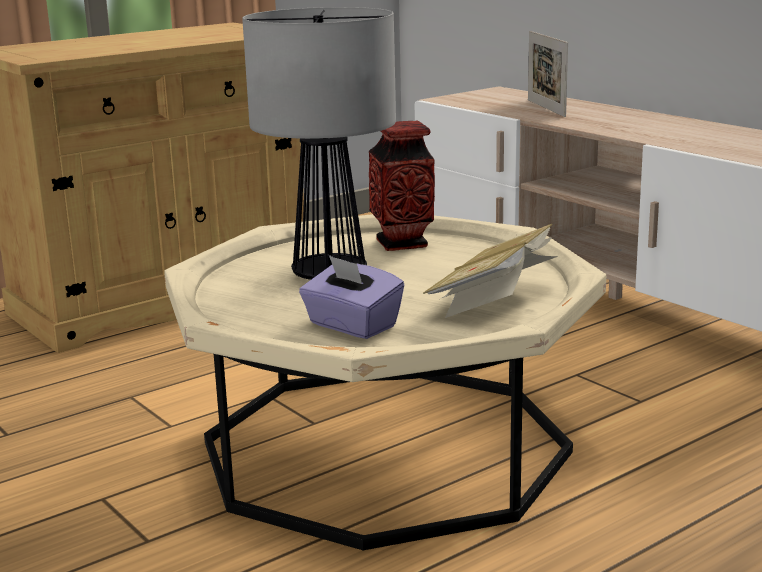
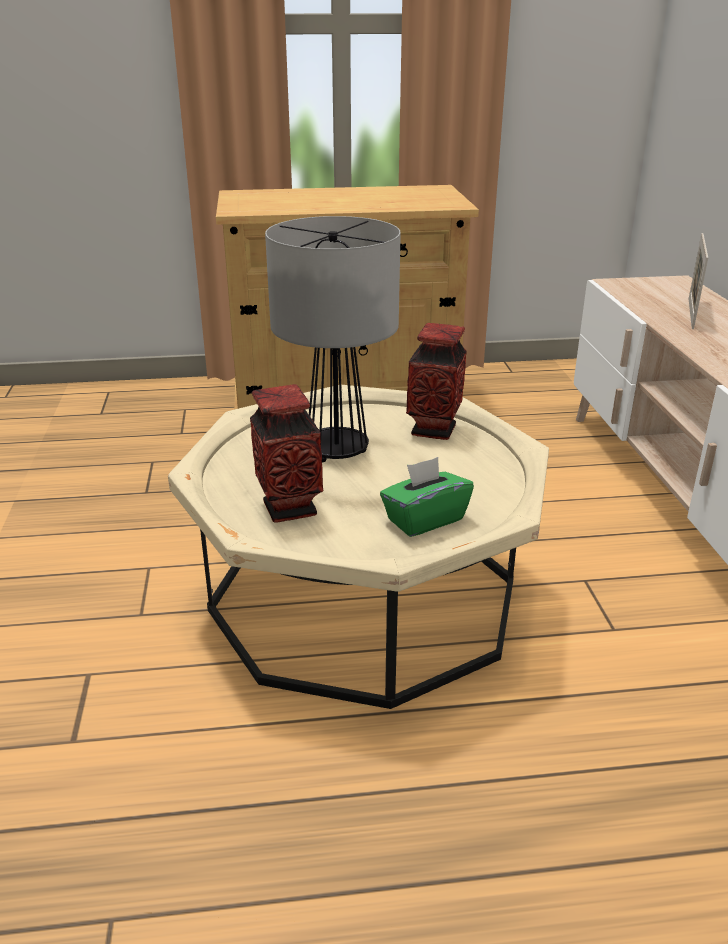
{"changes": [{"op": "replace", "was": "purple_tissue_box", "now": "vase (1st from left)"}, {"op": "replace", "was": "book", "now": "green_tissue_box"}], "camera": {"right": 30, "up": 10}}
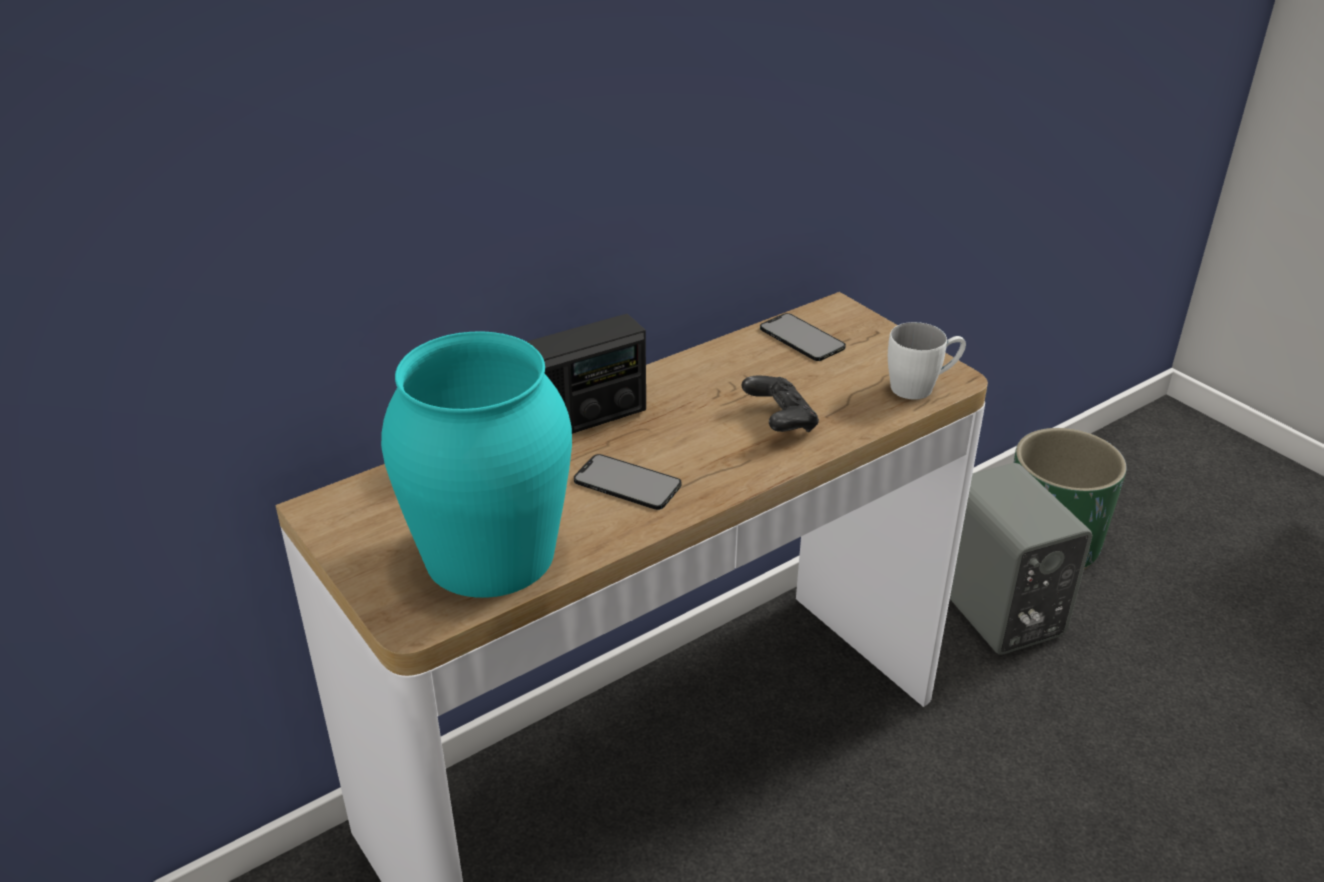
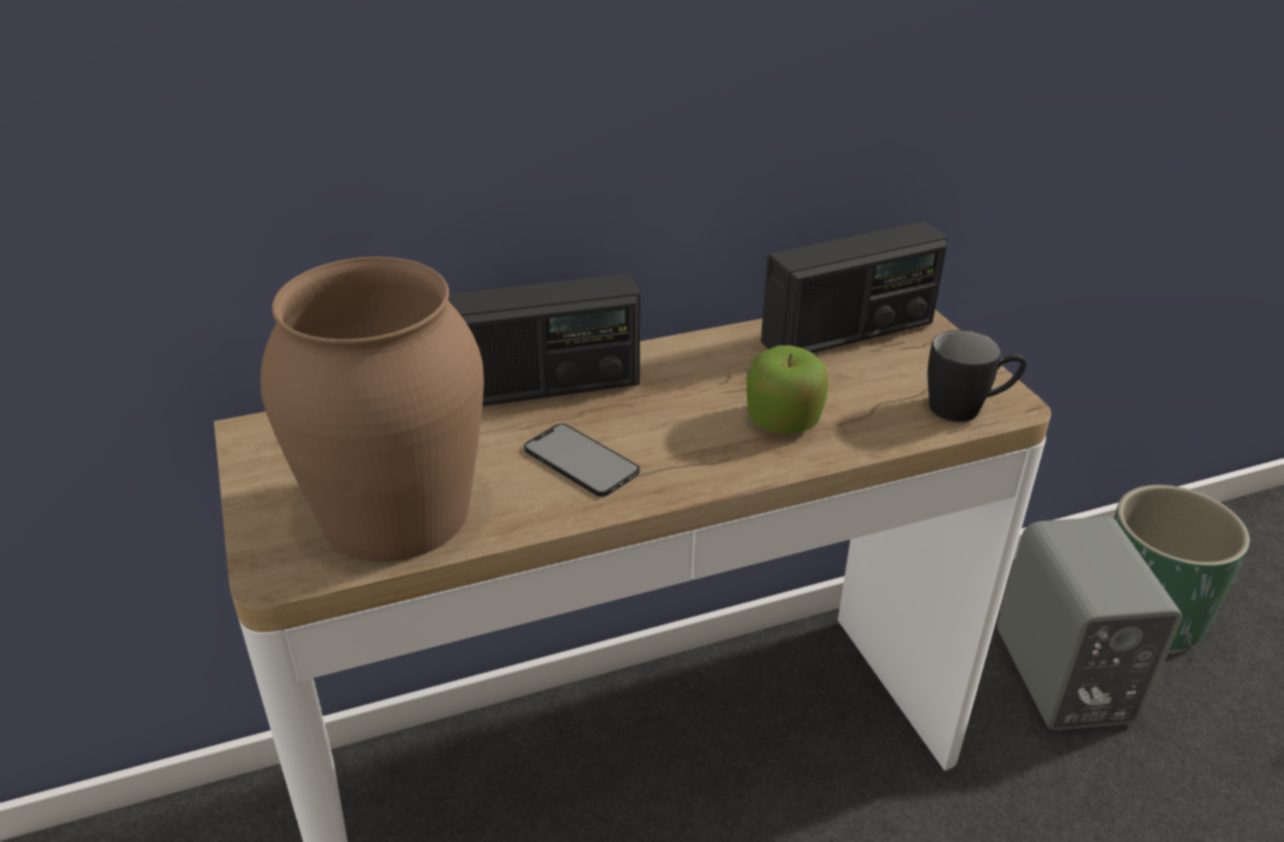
{"changes": [{"op": "recolor", "was": "turquoise_vase", "now": "brown_vase"}, {"op": "replace", "was": "black_game_controller", "now": "apple"}, {"op": "replace", "was": "phone (2nd from left)", "now": "radio (2nd from left)"}, {"op": "recolor", "was": "white_mug", "now": "black_mug"}], "camera": {"right": 15, "up": 0}}
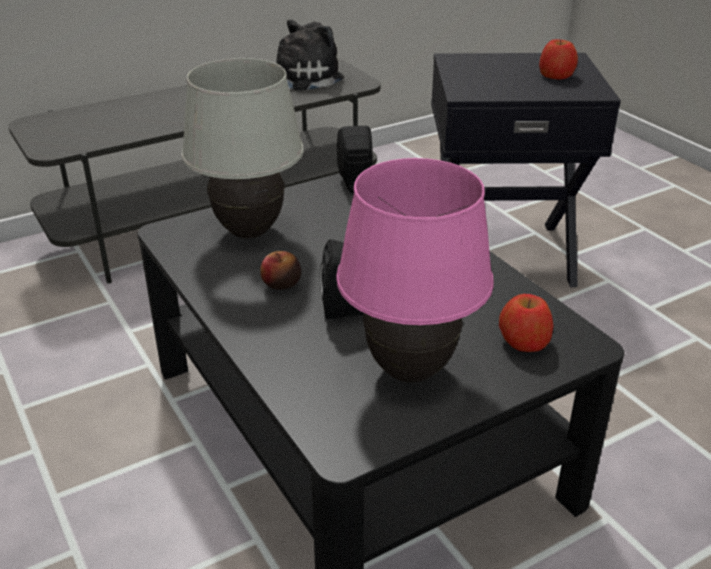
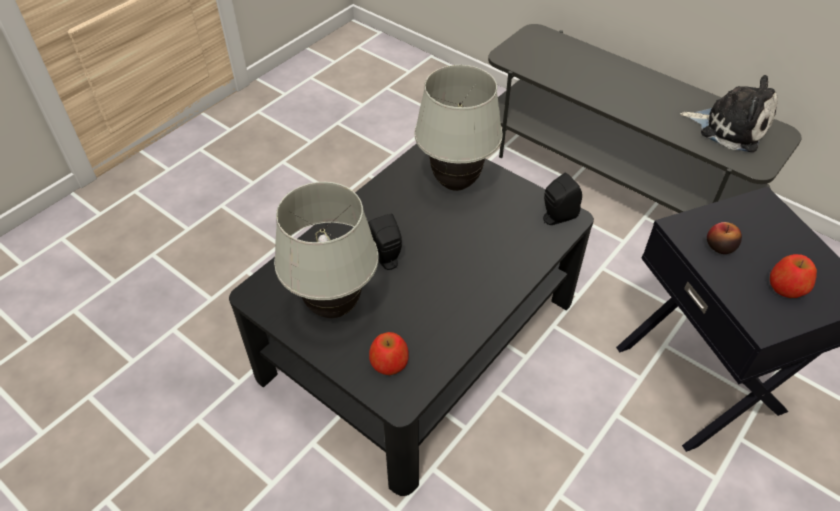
{"changes": [{"op": "recolor", "was": "pink_table_lamp", "now": "white_table_lamp (1st from left)"}, {"op": "move", "was": "apple (1st from left in the first image)", "now": "apple (2nd from left)"}], "camera": {"right": 70, "up": 15}}
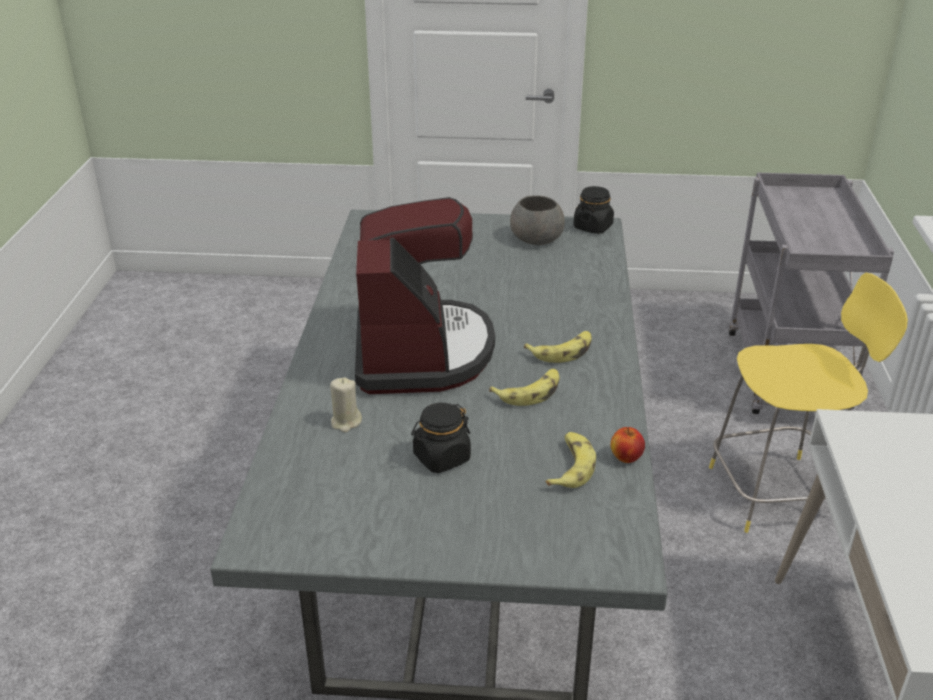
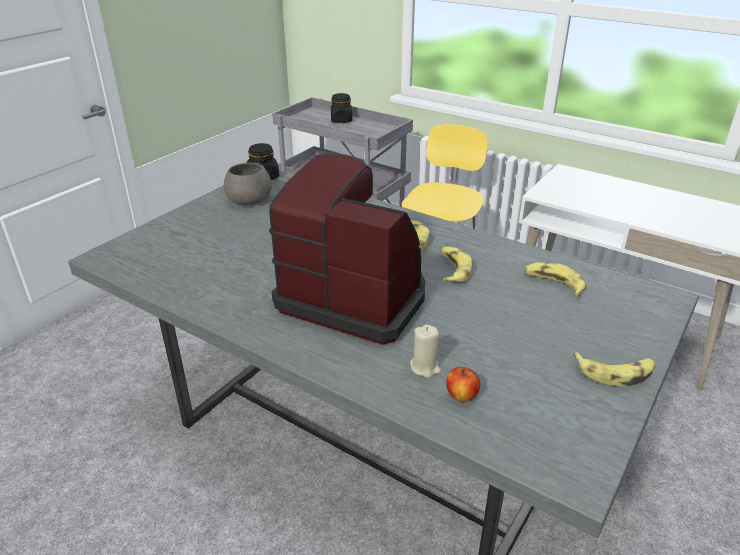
{"changes": [{"op": "move", "was": "black_jar (1st from left in the first image)", "now": "black_jar (2nd from left)"}, {"op": "move", "was": "apple"}, {"op": "insert", "now": "banana (4th from left)"}], "camera": {"right": -60, "up": 0}}
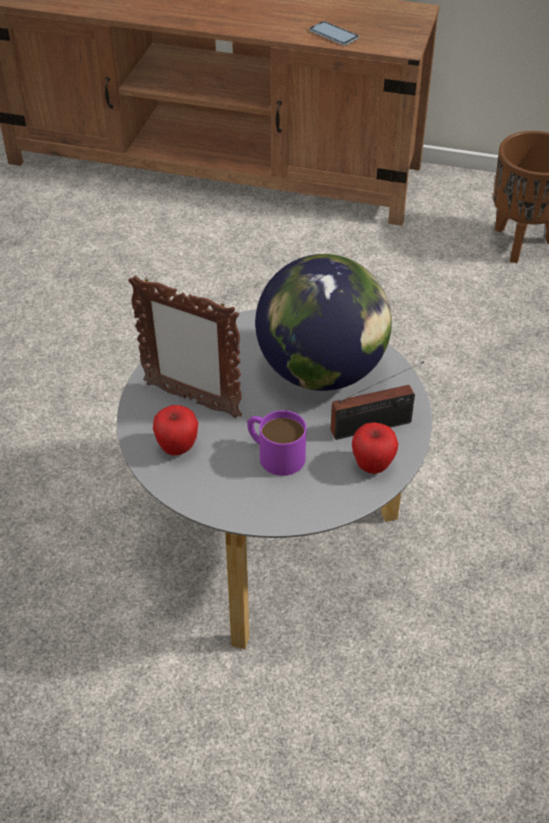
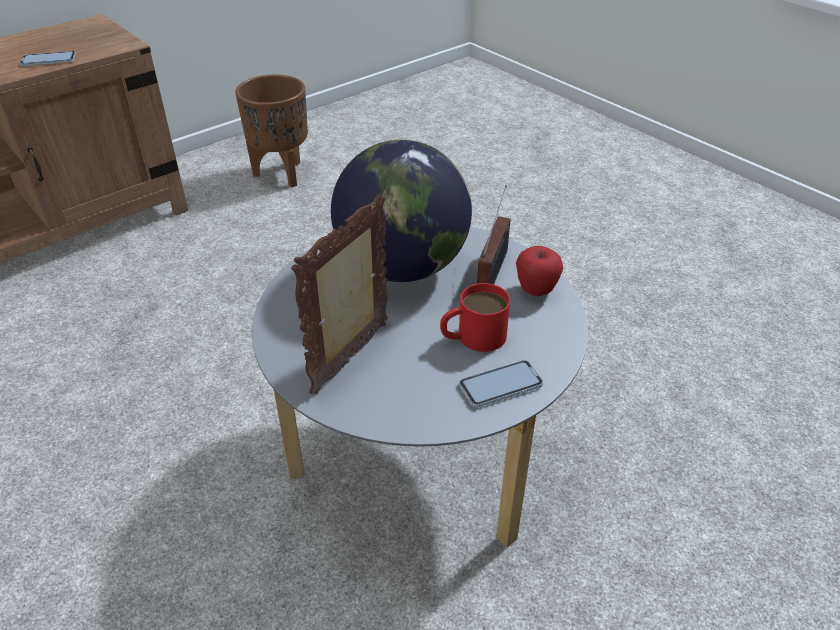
{"changes": [{"op": "rotate", "was": "picture_frame", "clockwise": 150}, {"op": "recolor", "was": "purple_mug", "now": "red_mug"}, {"op": "insert", "now": "phone (2nd from left)"}, {"op": "delete", "was": "apple (1st from left)"}], "camera": {"right": -55, "up": -5}}
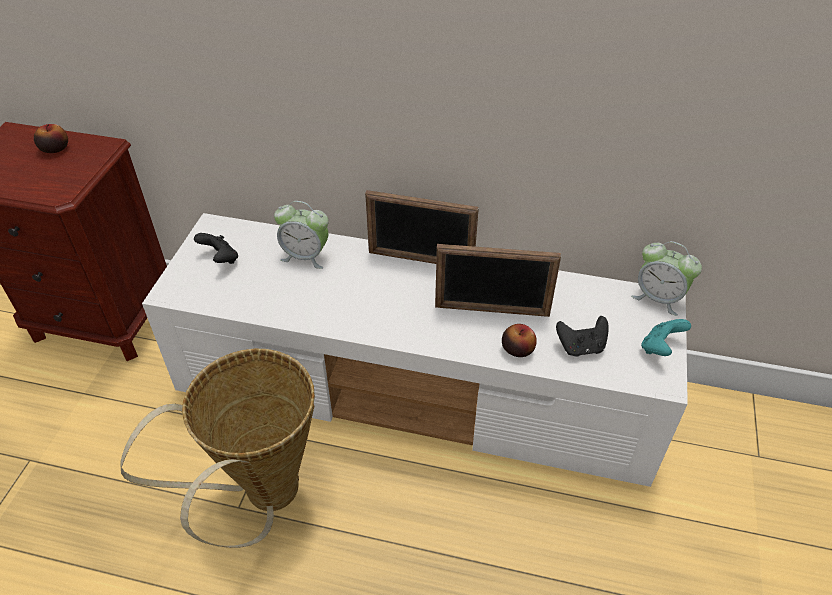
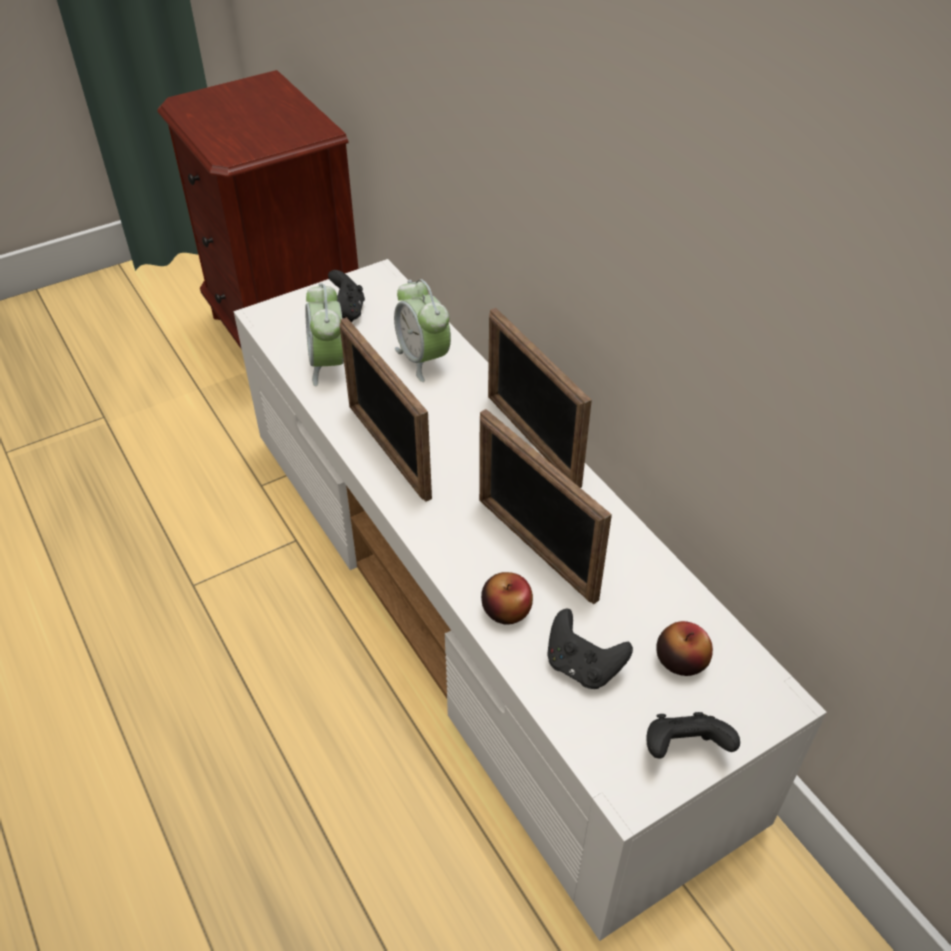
{"changes": [{"op": "move", "was": "alarm_clock (2nd from left in the first image)", "now": "alarm_clock (1st from left)"}, {"op": "insert", "now": "picture_frame (1st from left)"}, {"op": "recolor", "was": "turquoise_game_controller", "now": "black_game_controller (3rd from left)"}, {"op": "move", "was": "apple (1st from left in the first image)", "now": "apple (2nd from left)"}, {"op": "delete", "was": "basket"}], "camera": {"right": 45, "up": 0}}
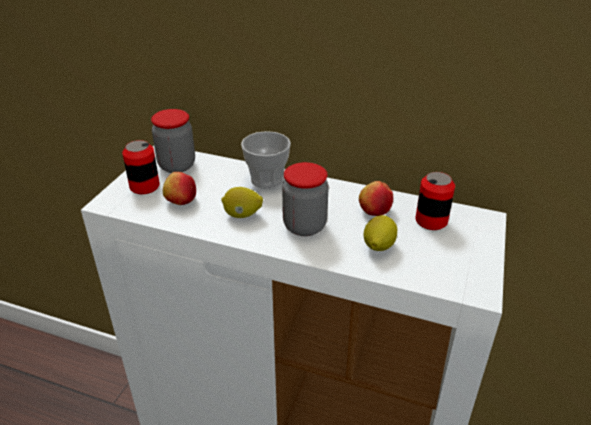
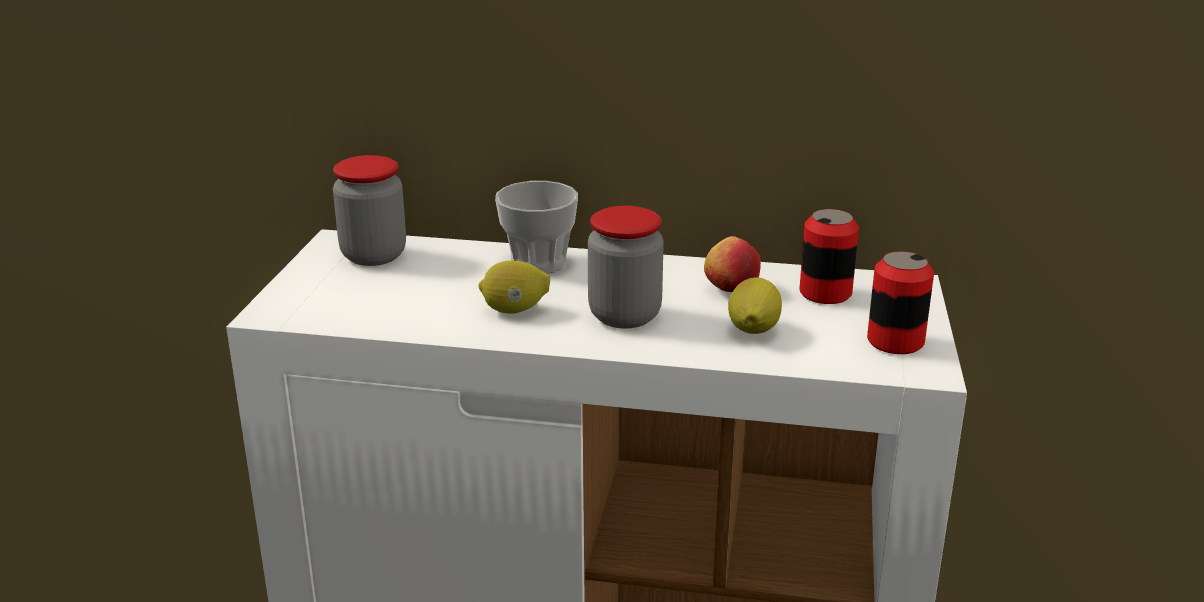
{"changes": [{"op": "move", "was": "can (1st from left in the first image)", "now": "can (2nd from left)"}, {"op": "delete", "was": "apple (1st from left)"}], "camera": {"right": -10, "up": -10}}
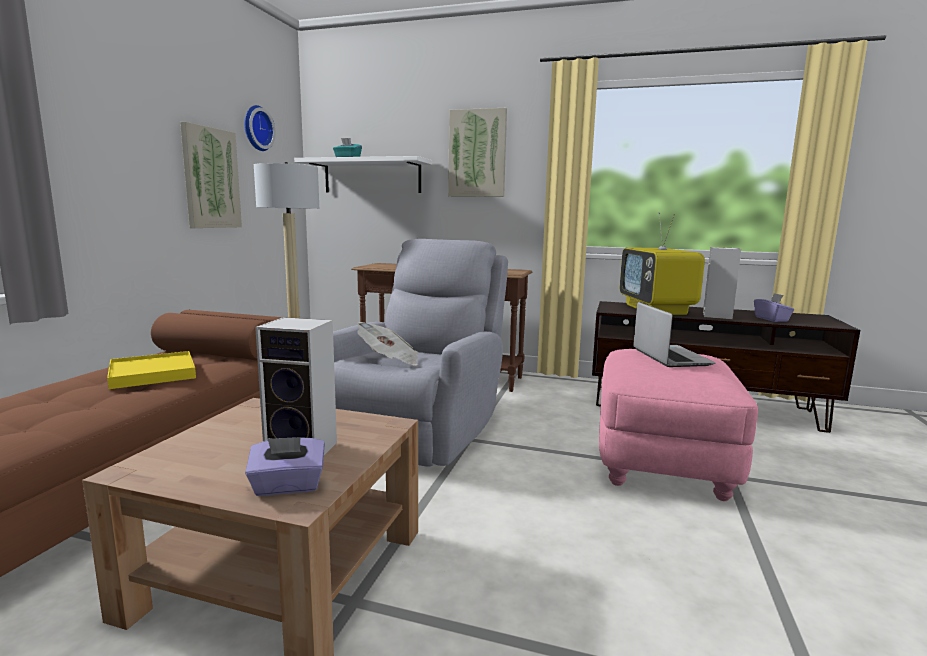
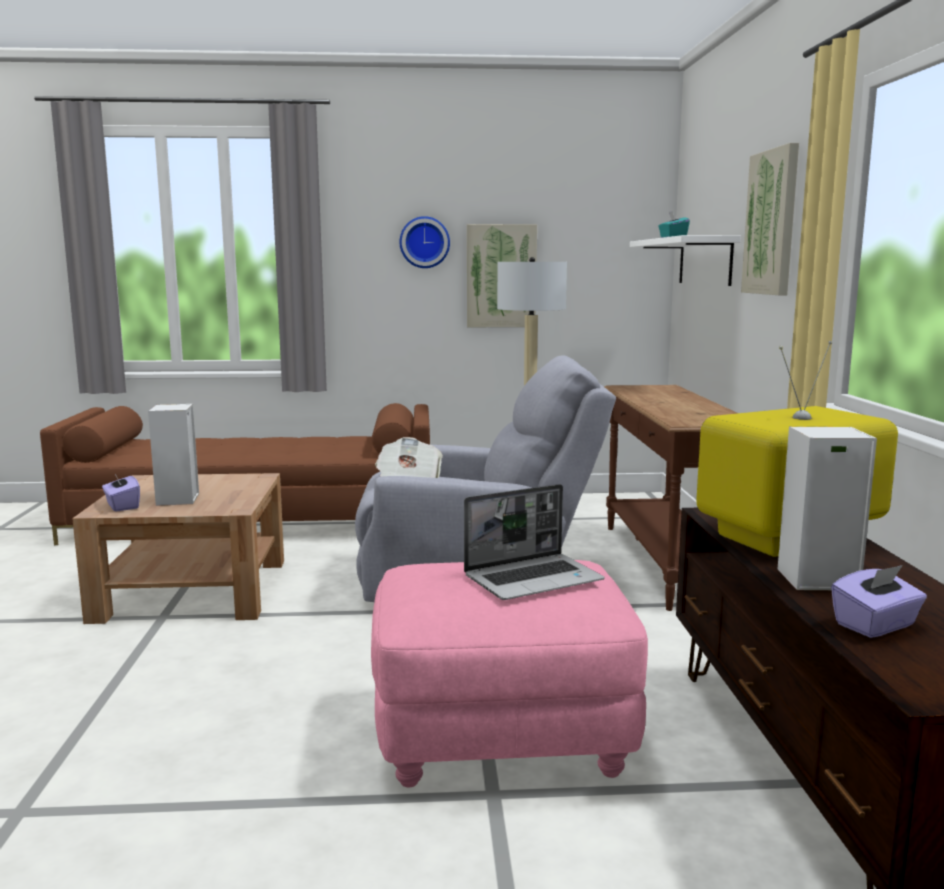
{"changes": [{"op": "move", "was": "wall_clock"}, {"op": "delete", "was": "yellow_tray"}], "camera": {"right": 70, "up": 0}}
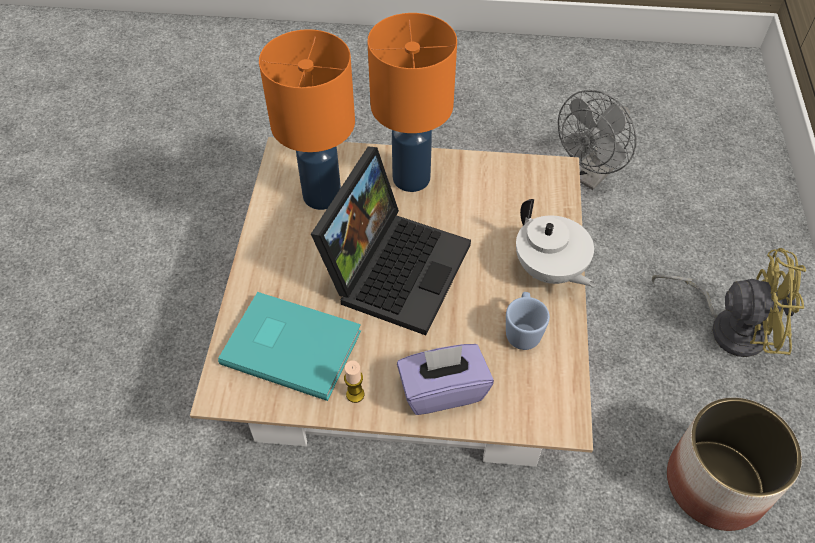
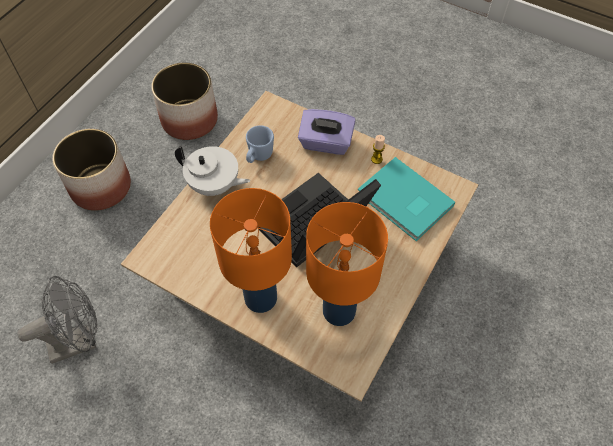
{"changes": [{"op": "replace", "was": "yellow_fan", "now": "planter (1st from left)"}, {"op": "rotate", "was": "white_teapot", "clockwise": 120}], "camera": {"right": -155, "up": 5}}
